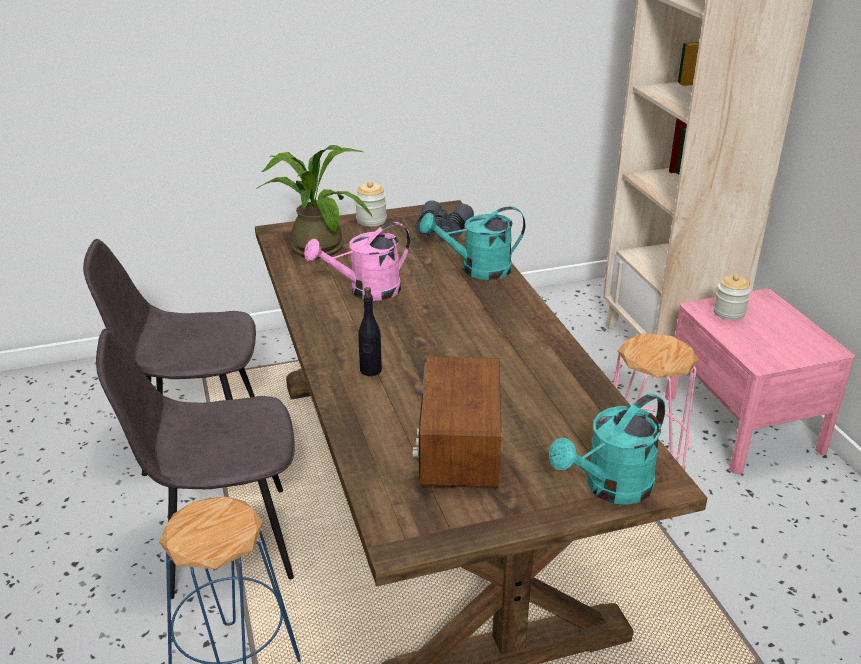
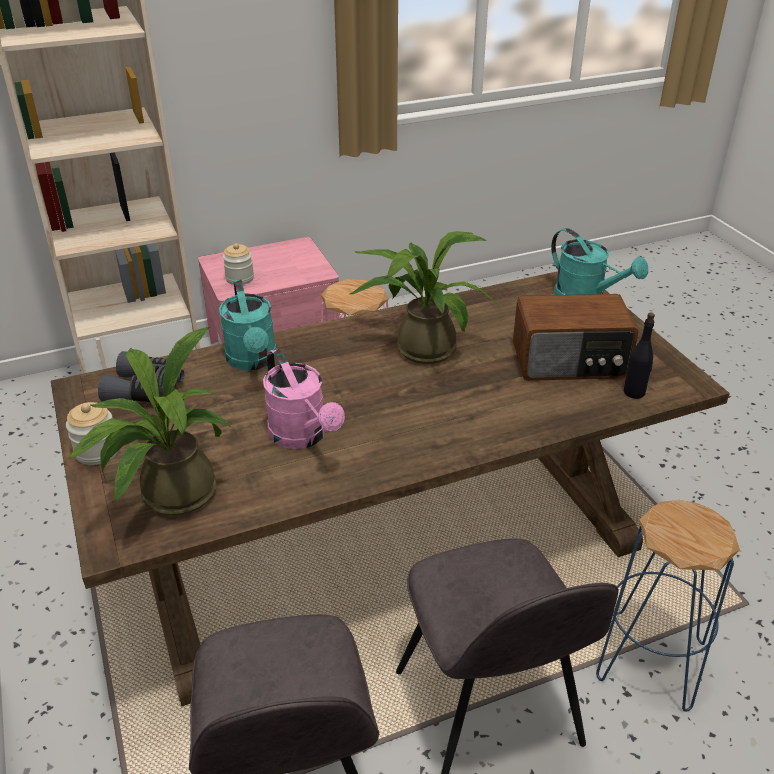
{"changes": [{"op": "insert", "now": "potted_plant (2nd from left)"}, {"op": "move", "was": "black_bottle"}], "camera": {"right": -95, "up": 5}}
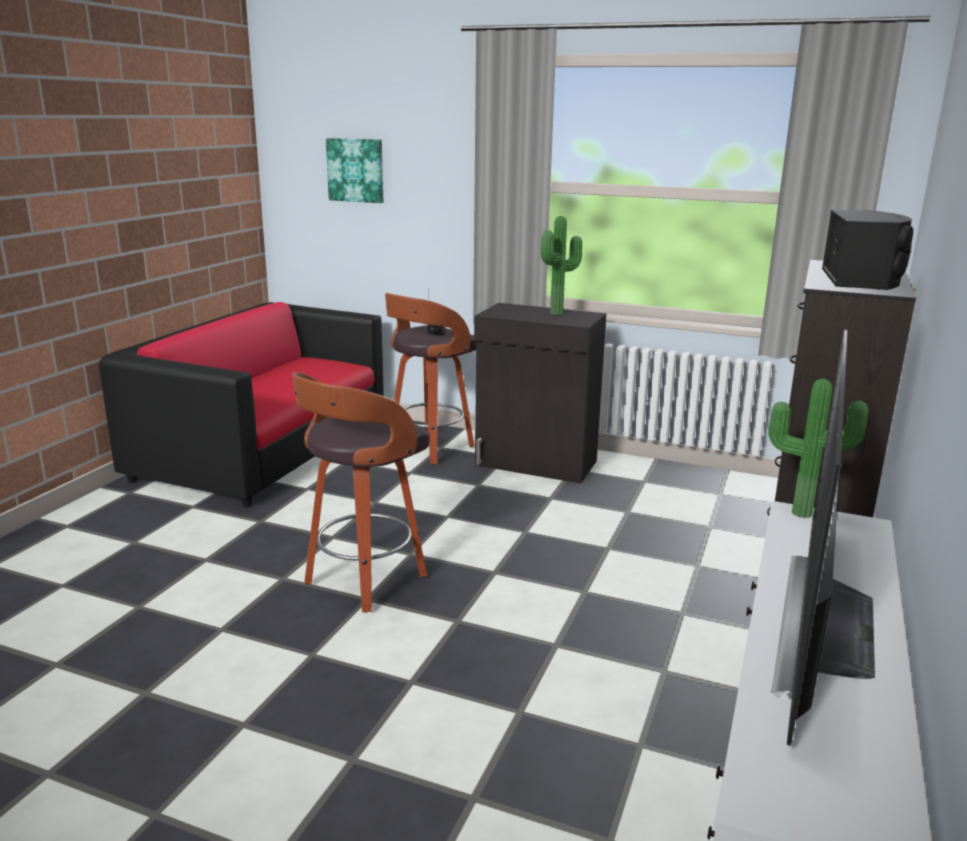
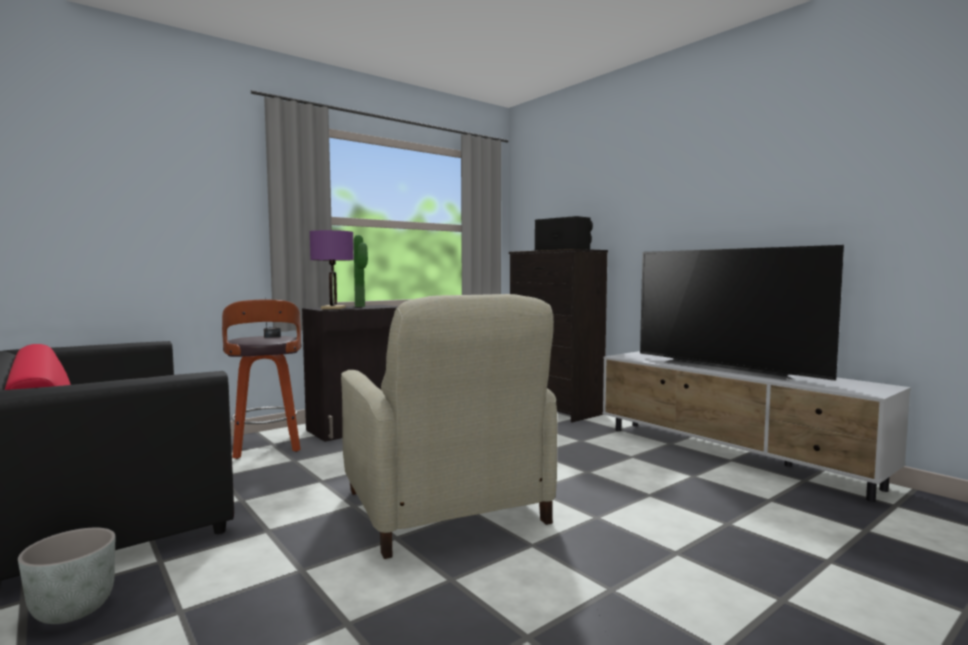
{"changes": [{"op": "insert", "now": "grey_planter"}, {"op": "insert", "now": "purple_table_lamp"}, {"op": "replace", "was": "stool (1st from left)", "now": "beige_armchair"}, {"op": "delete", "was": "picture"}, {"op": "delete", "was": "potted_plant (2nd from left)"}], "camera": {"right": -60, "up": -15}}
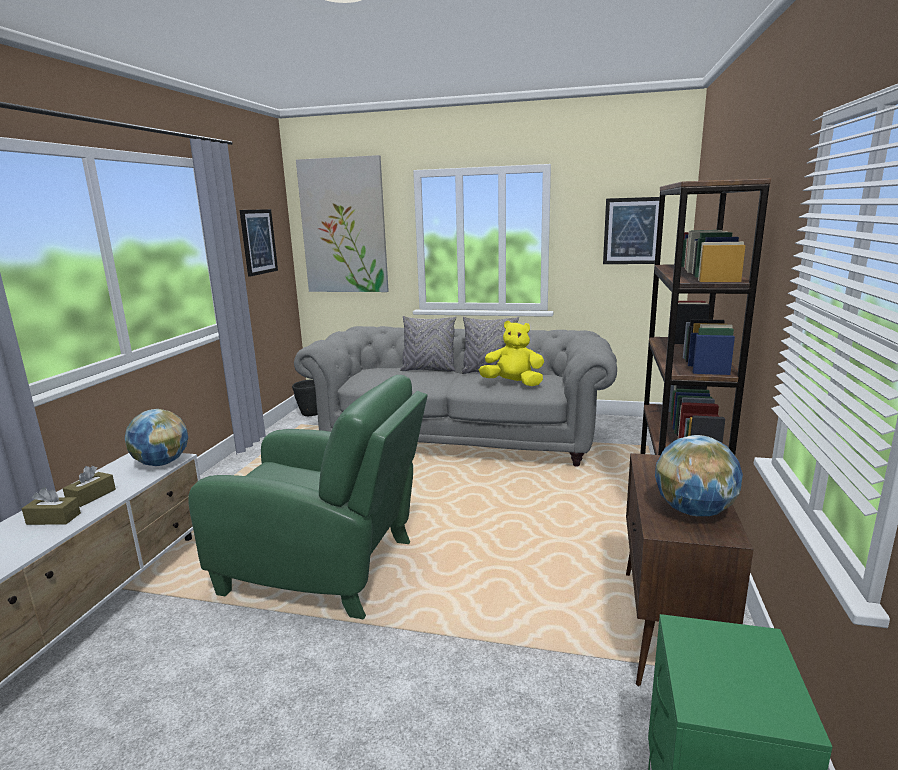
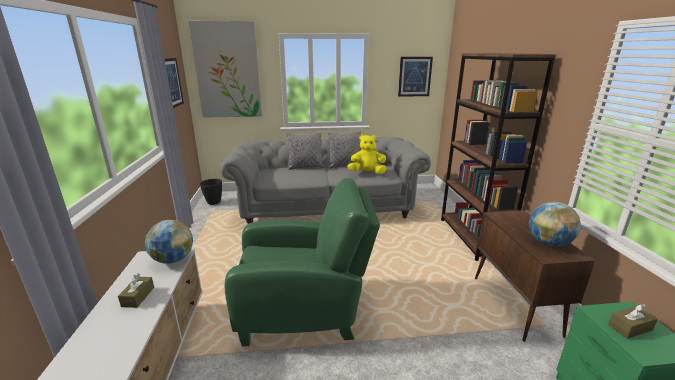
{"changes": [{"op": "move", "was": "brown_tissue_box (1st from left in the first image)", "now": "brown_tissue_box (2nd from left)"}], "camera": {"right": -20, "up": 5}}
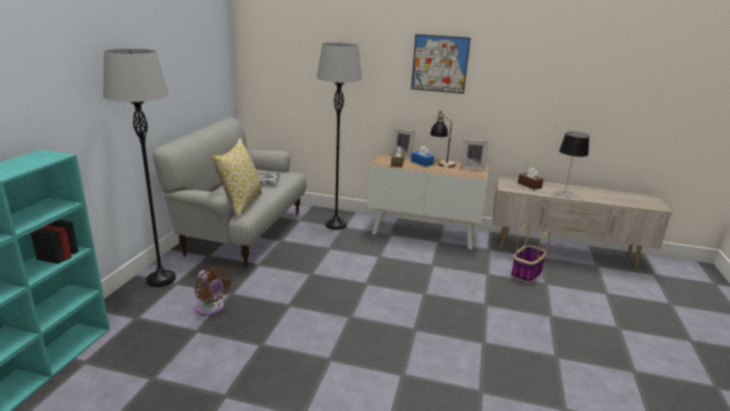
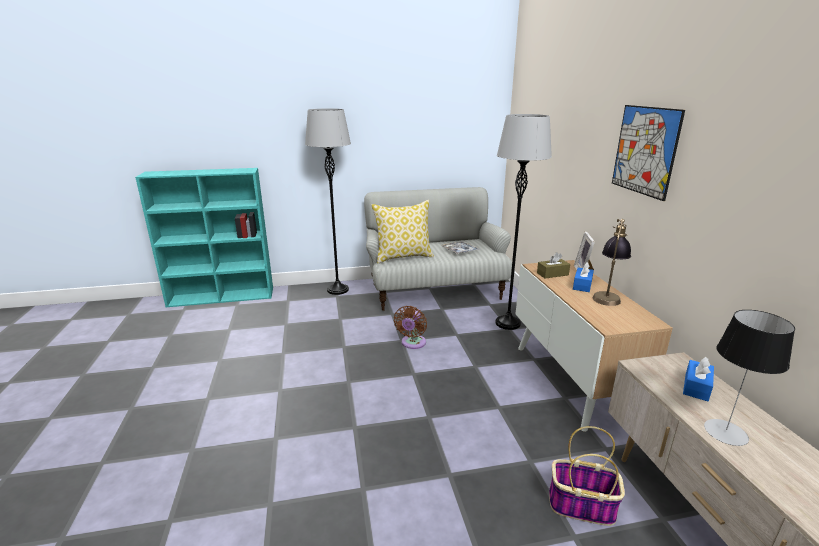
{"changes": [{"op": "move", "was": "brown_fan"}, {"op": "recolor", "was": "brown_tissue_box (2nd from left)", "now": "blue_tissue_box (2nd from left)"}, {"op": "delete", "was": "picture_frame (2nd from left)"}], "camera": {"right": 65, "up": 0}}
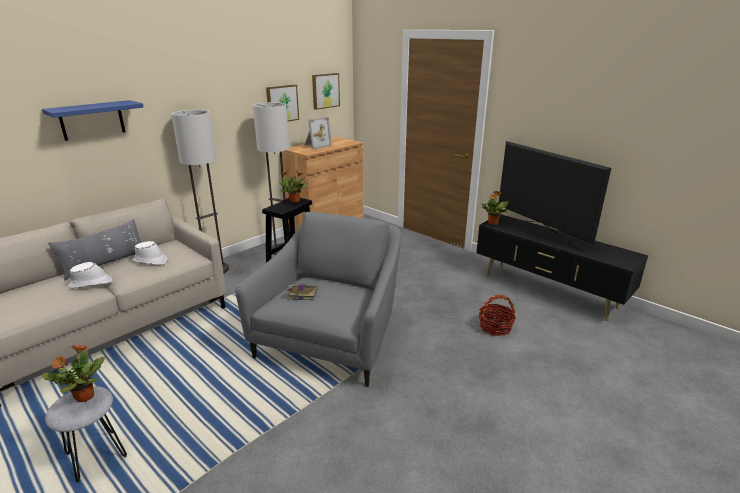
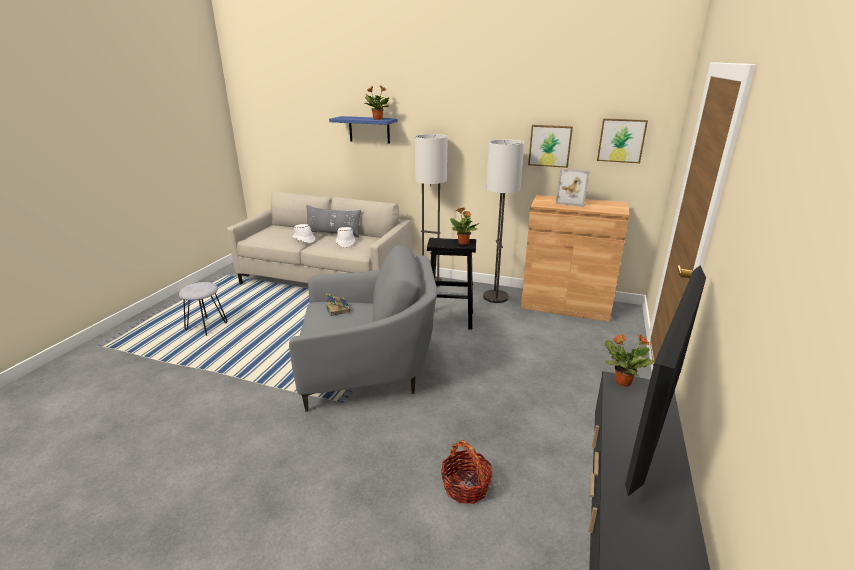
{"changes": [{"op": "move", "was": "potted_plant (1st from left)"}], "camera": {"right": 65, "up": 0}}
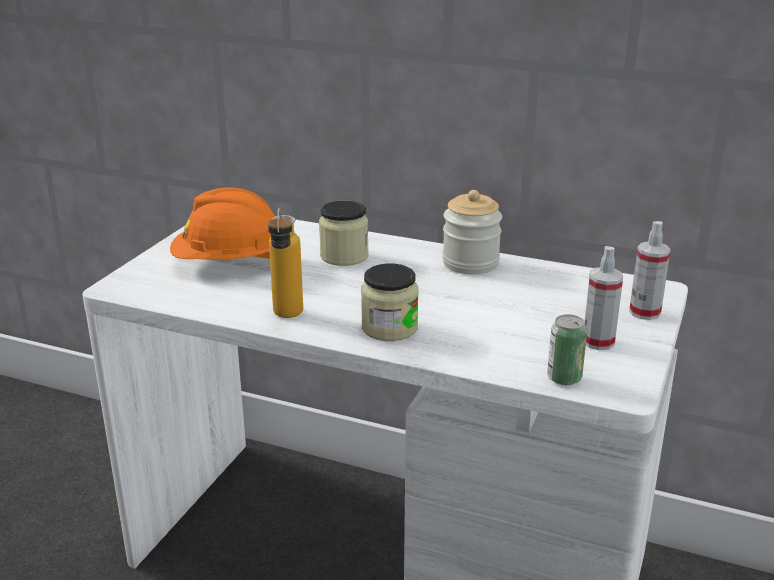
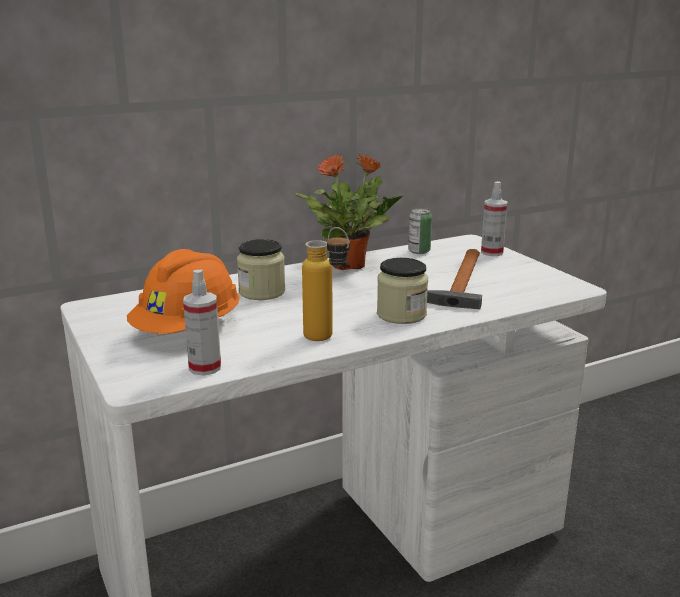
{"changes": [{"op": "move", "was": "spray_bottle (1st from left)"}, {"op": "replace", "was": "jar (3rd from left)", "now": "potted_plant"}, {"op": "move", "was": "can"}, {"op": "insert", "now": "hammer"}], "camera": {"right": -50, "up": -5}}
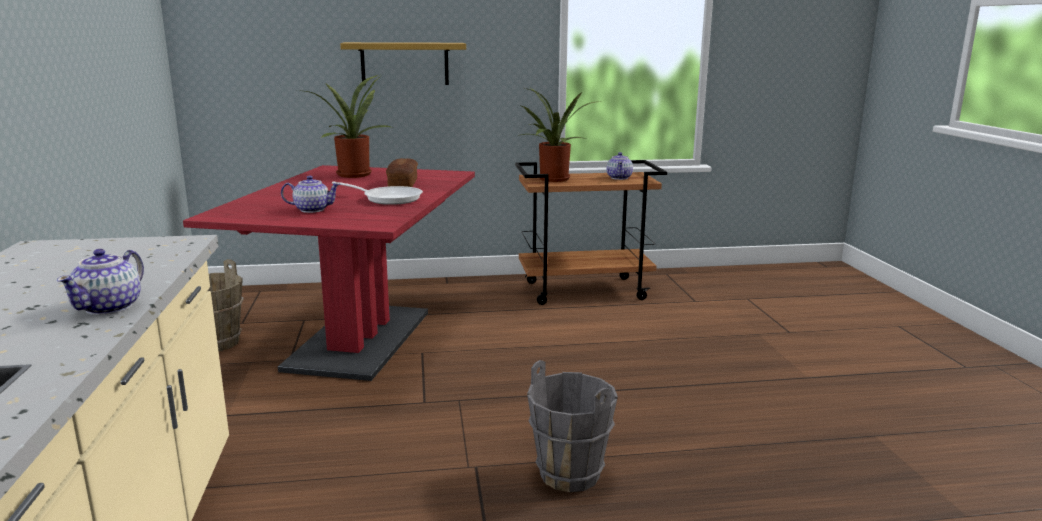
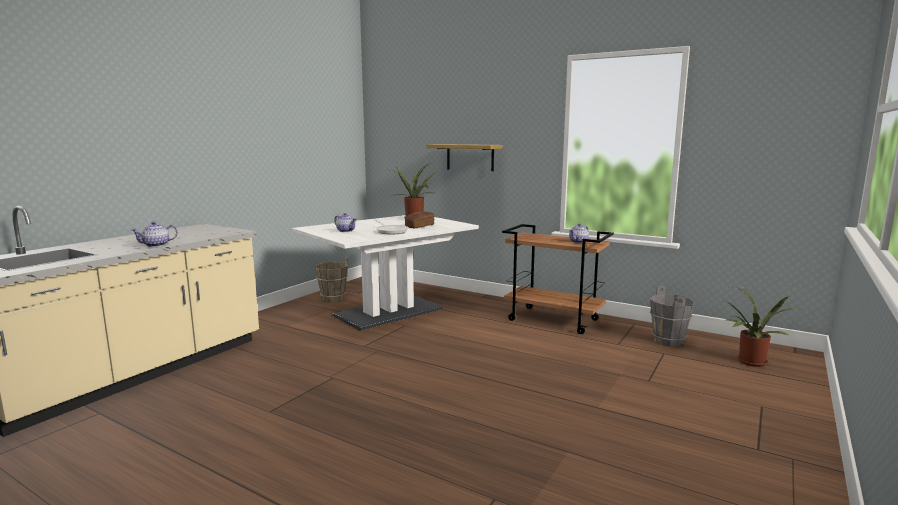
{"changes": [{"op": "recolor", "was": "red_dining_table", "now": "white_dining_table"}, {"op": "move", "was": "grey_bucket"}, {"op": "move", "was": "potted_plant (2nd from left)"}], "camera": {"right": 40, "up": -5}}
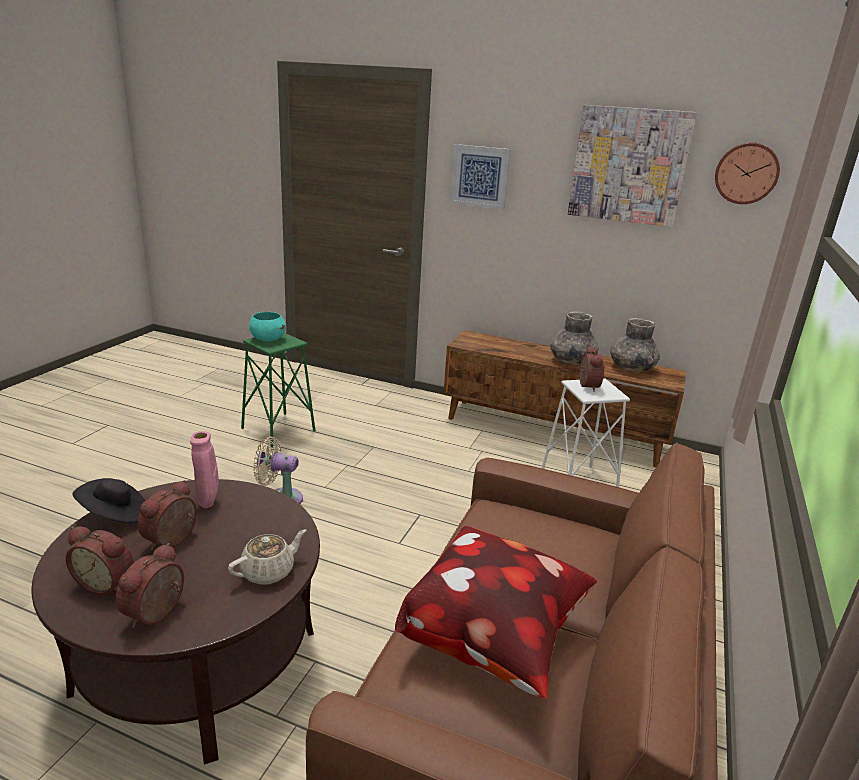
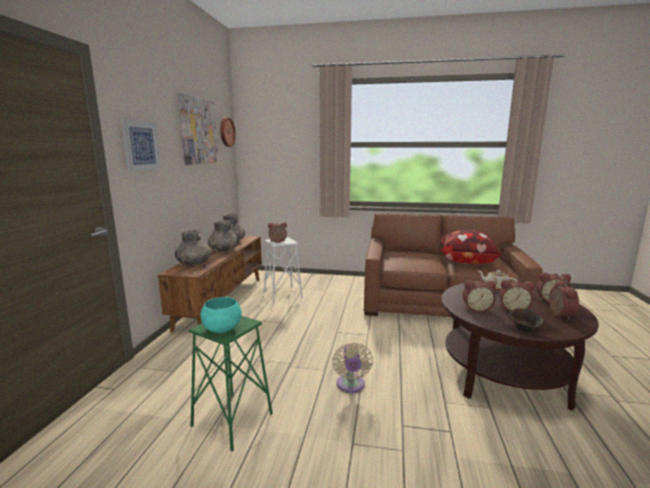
{"changes": [{"op": "insert", "now": "grey_vase (1st from left)"}, {"op": "replace", "was": "pink_vase", "now": "alarm_clock (2nd from left)"}, {"op": "replace", "was": "black_hat", "now": "brown_bowl"}], "camera": {"right": -100, "up": -10}}
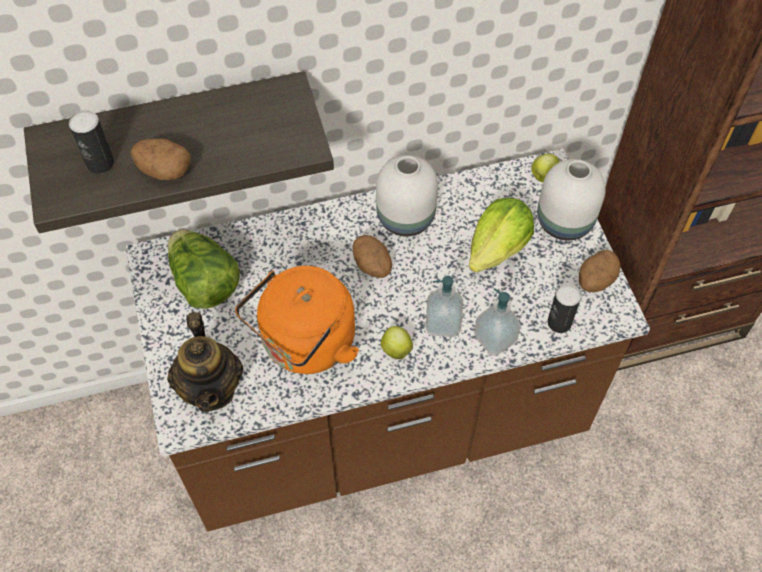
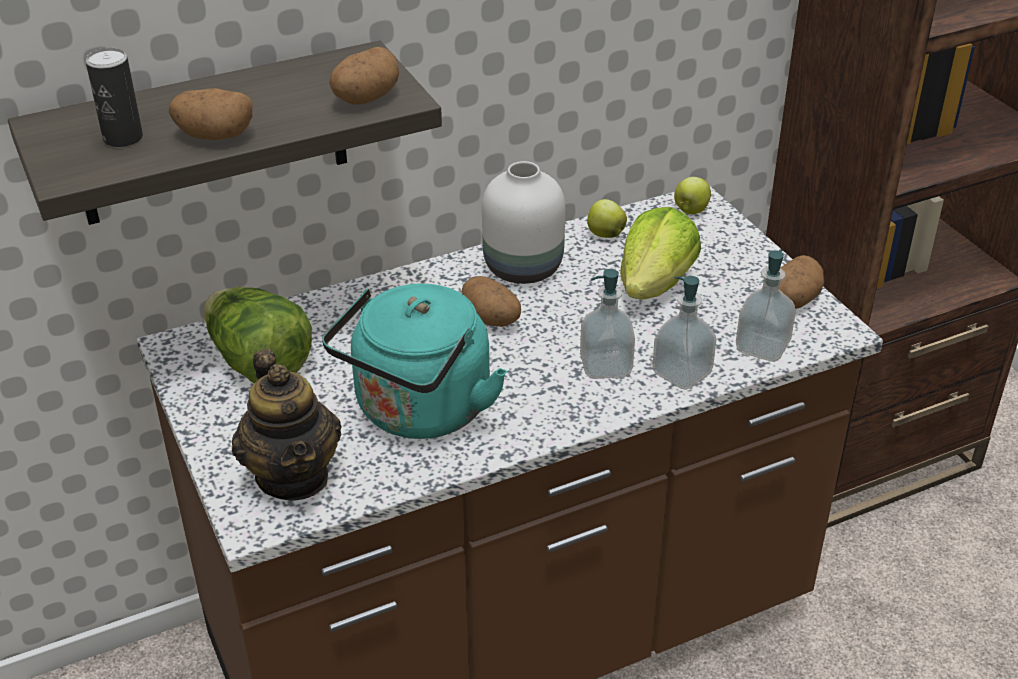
{"changes": [{"op": "recolor", "was": "orange_kettle", "now": "turquoise_kettle"}, {"op": "insert", "now": "potato (2nd from left)"}, {"op": "move", "was": "apple (1st from left)"}, {"op": "replace", "was": "can (2nd from left)", "now": "soap_dispenser (3rd from left)"}, {"op": "delete", "was": "white_vase (2nd from left)"}], "camera": {"right": -10, "up": -20}}
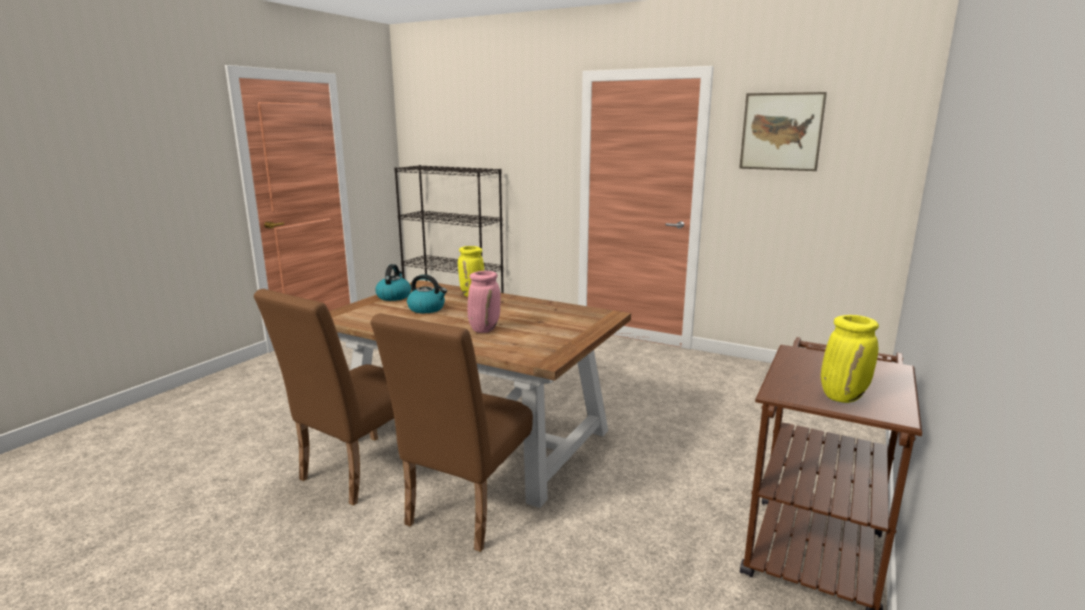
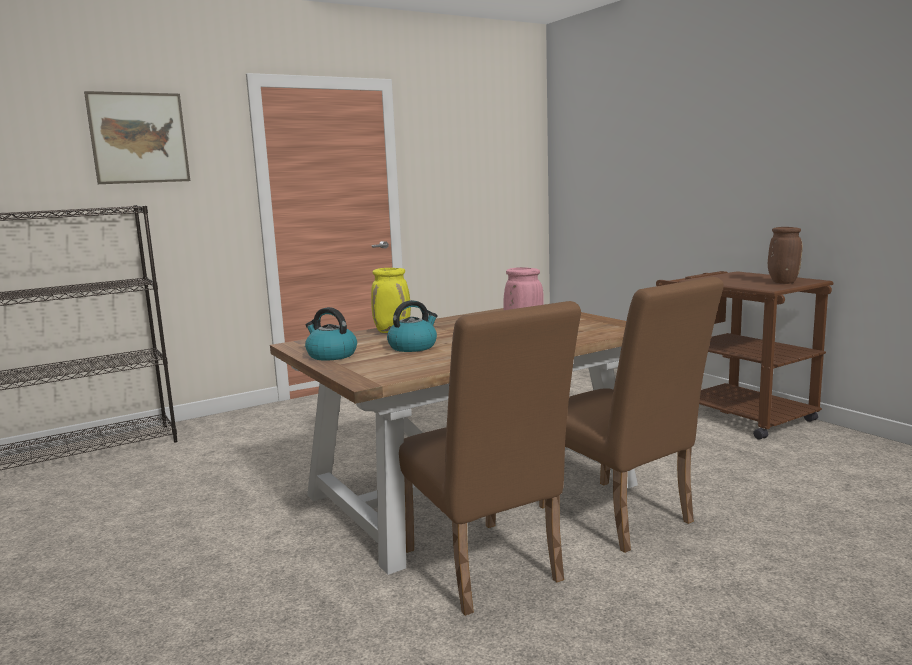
{"changes": [{"op": "move", "was": "picture"}, {"op": "recolor", "was": "yellow_vase (2nd from left)", "now": "brown_vase"}], "camera": {"right": -60, "up": -5}}
